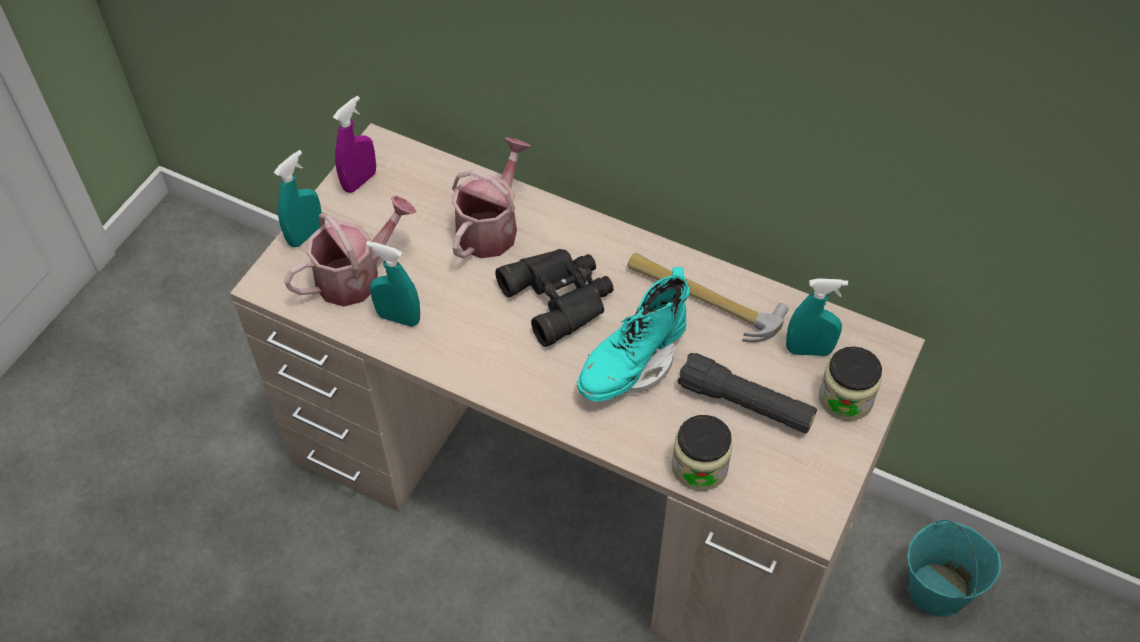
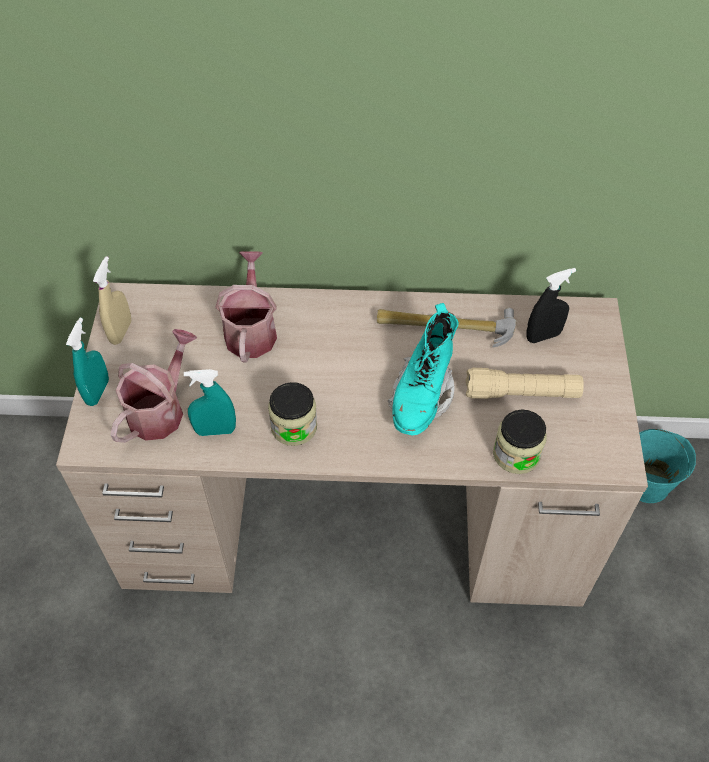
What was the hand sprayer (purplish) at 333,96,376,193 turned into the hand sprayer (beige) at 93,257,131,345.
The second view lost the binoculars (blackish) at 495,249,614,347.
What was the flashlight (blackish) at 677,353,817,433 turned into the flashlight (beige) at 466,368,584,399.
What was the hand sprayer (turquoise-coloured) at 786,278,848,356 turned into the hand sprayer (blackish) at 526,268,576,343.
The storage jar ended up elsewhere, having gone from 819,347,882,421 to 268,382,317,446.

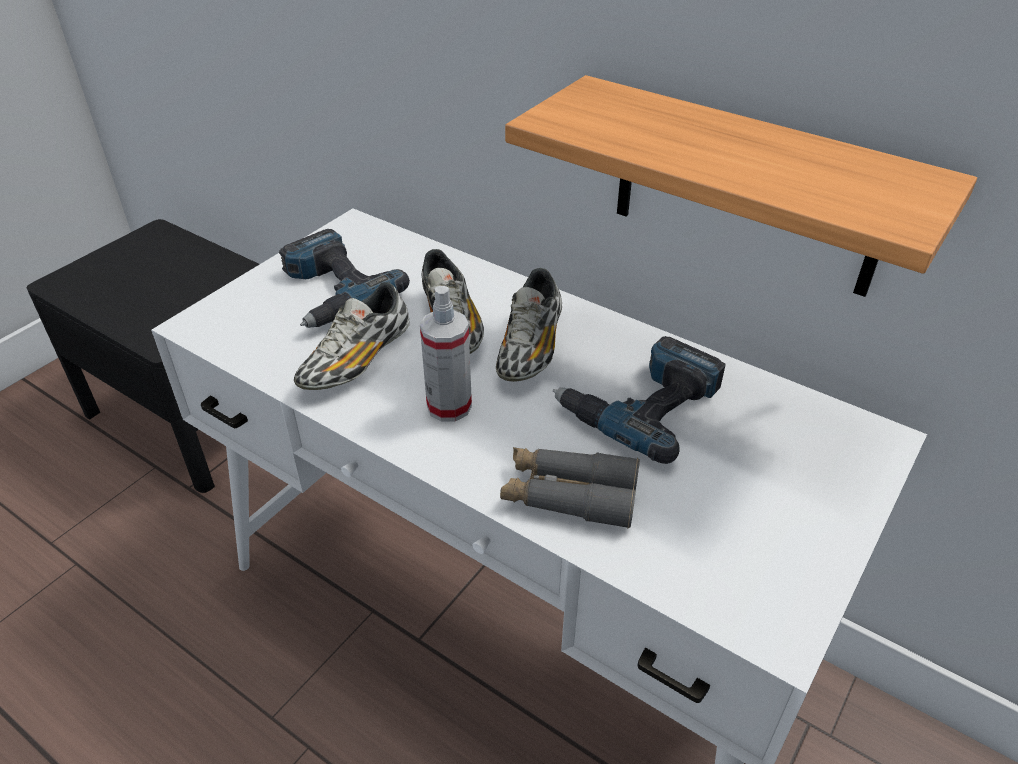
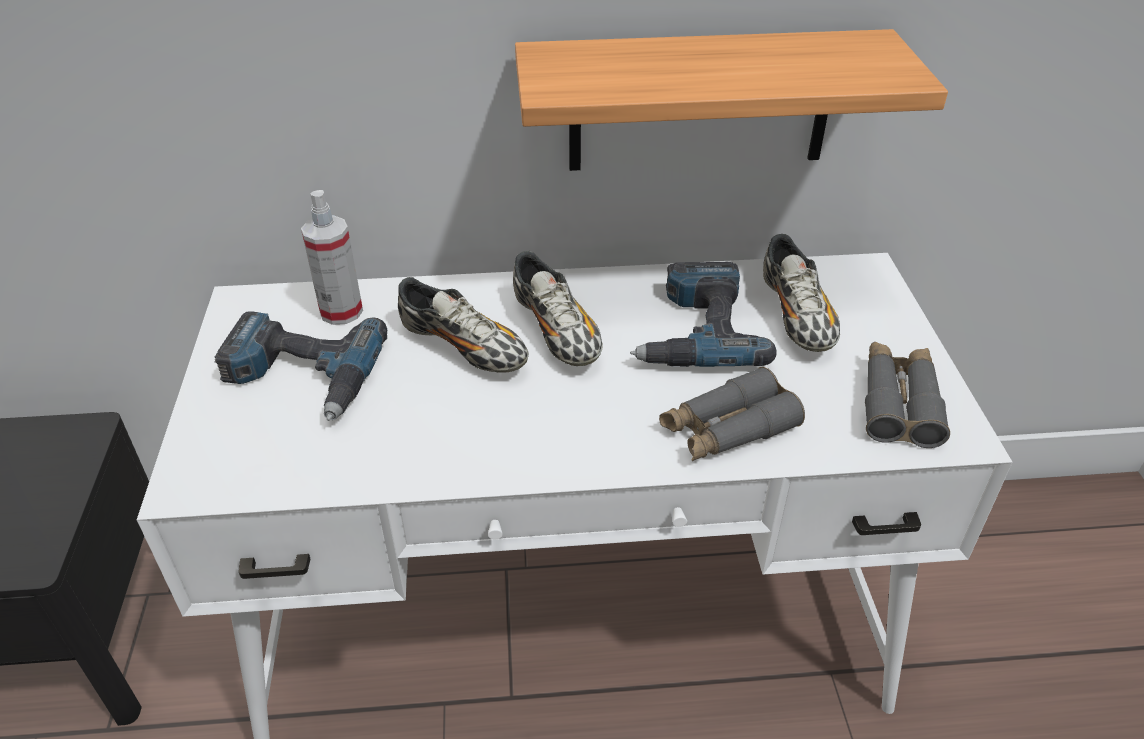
The shoe ended up elsewhere, having gone from 294,282,410,390 to 763,234,840,352.
The hand sprayer ended up elsewhere, having gone from 420,286,472,422 to 301,190,363,325.
The second view gained the binoculars (grey) at 865,342,950,448.

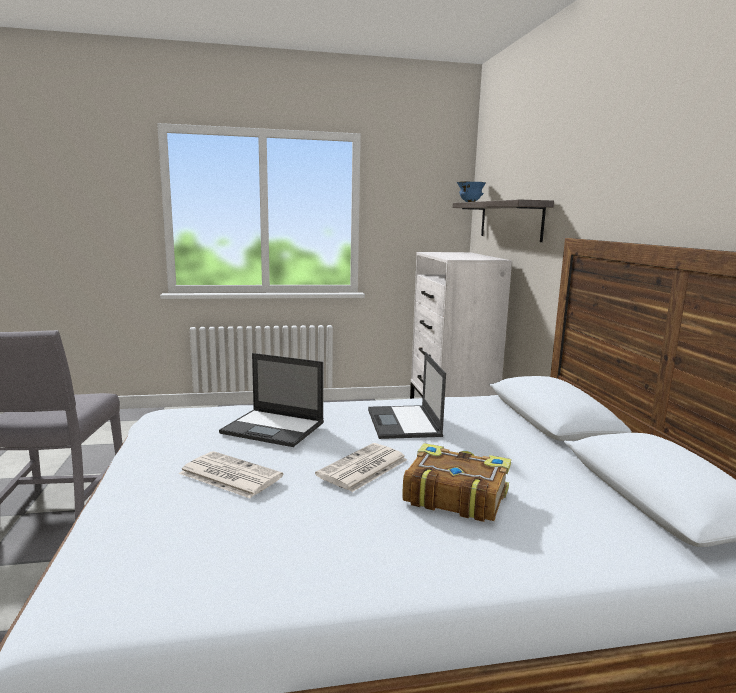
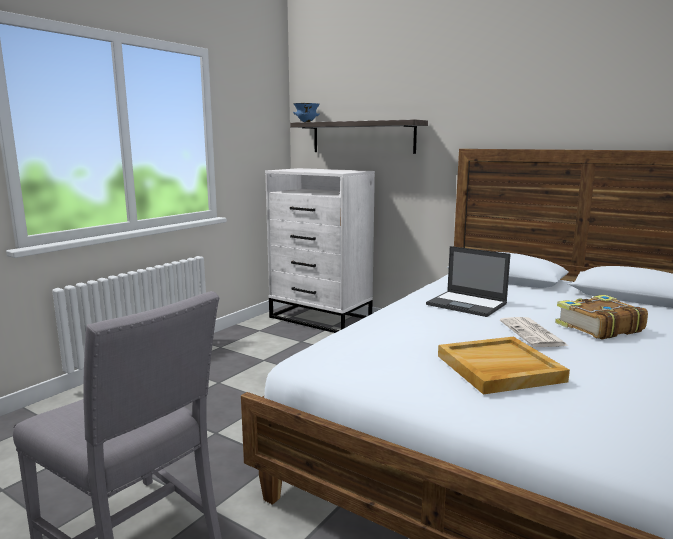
Where the newspaper stood at 179,451,283,498, the tray (beige) came to stand at 438,337,570,395.
The second view lost the notebook computer at 219,353,324,447.

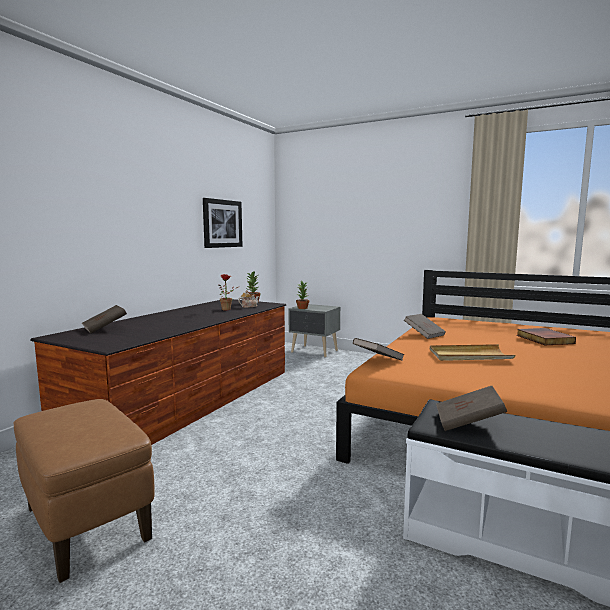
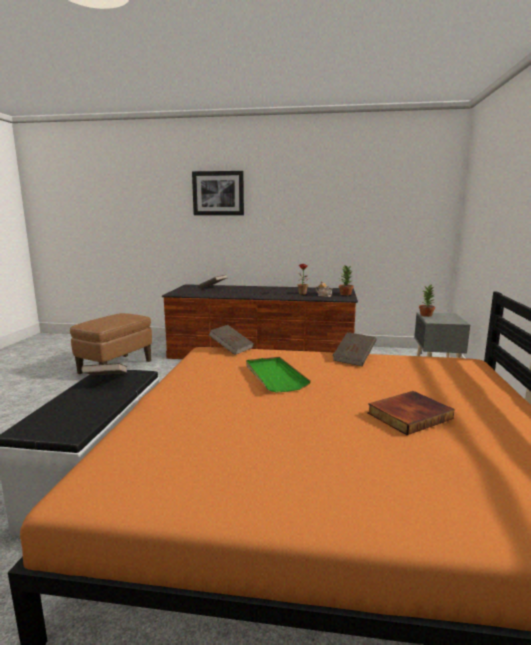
The wall art ended up elsewhere, having gone from 203,198,242,248 to 192,171,244,215.
What was the tray (beige) at 430,344,516,361 turned into the tray (green) at 246,357,311,393.

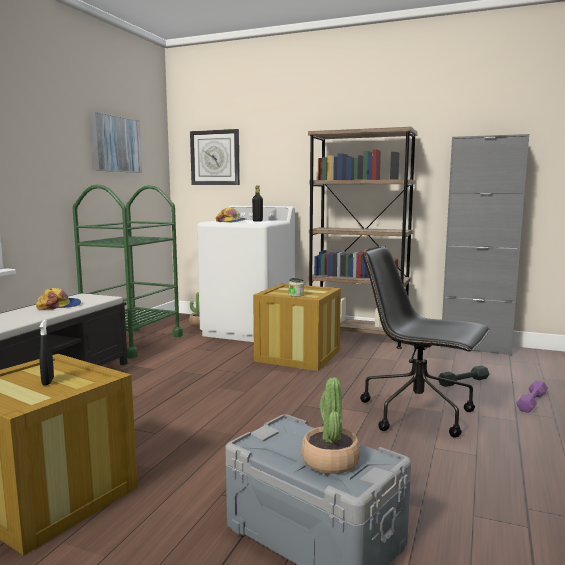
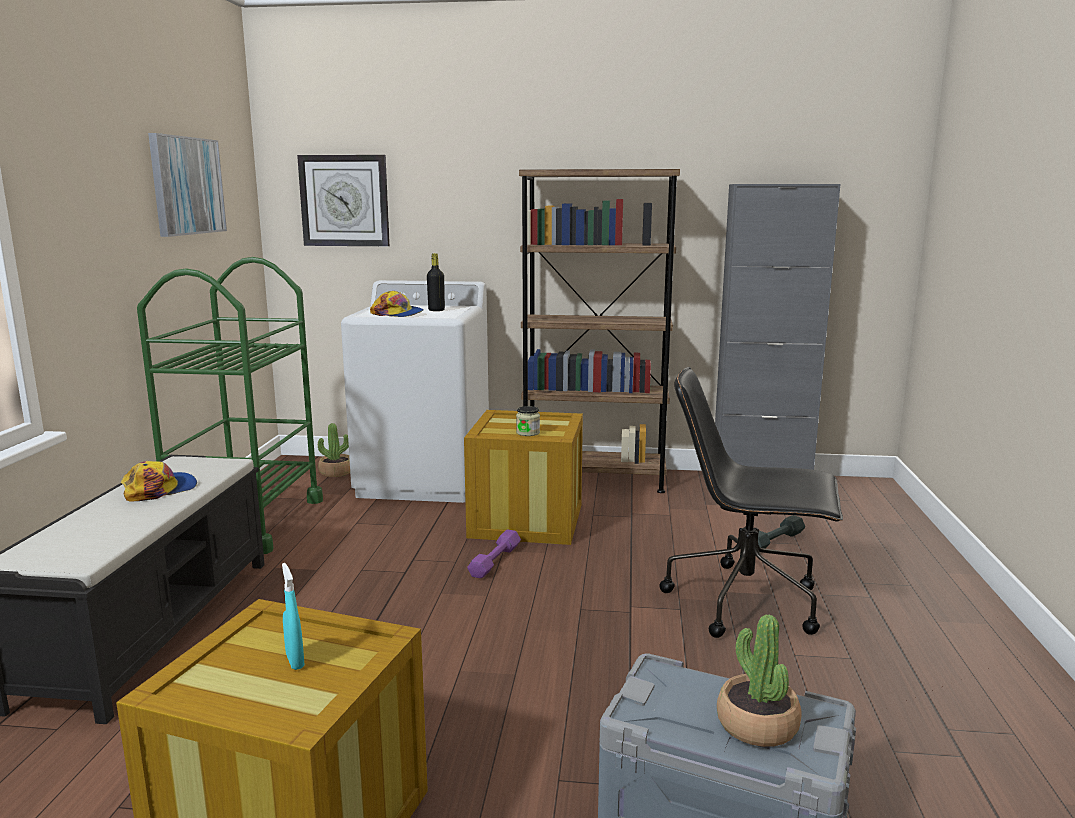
What was the hand sprayer (blackish) at 39,319,54,385 turned into the hand sprayer (turquoise-coloured) at 282,563,304,670.
The free weight (purplish) ended up elsewhere, having gone from 516,380,548,413 to 467,530,521,578.

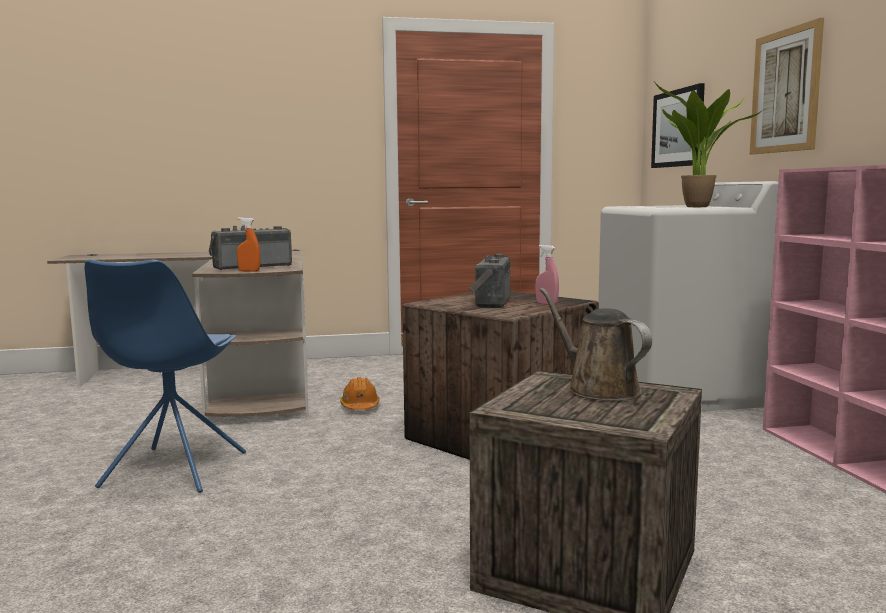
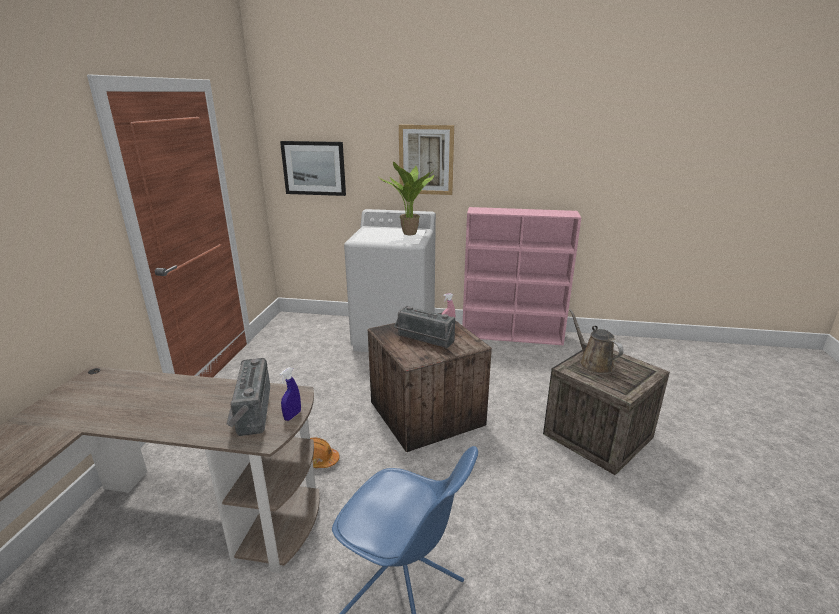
What was the hand sprayer (orangey) at 237,217,260,272 turned into the hand sprayer (blue-coloured) at 279,367,301,421.
The sprinkling can (brown) at 540,288,652,401 ended up facing another way, 75 degrees clockwise from before.

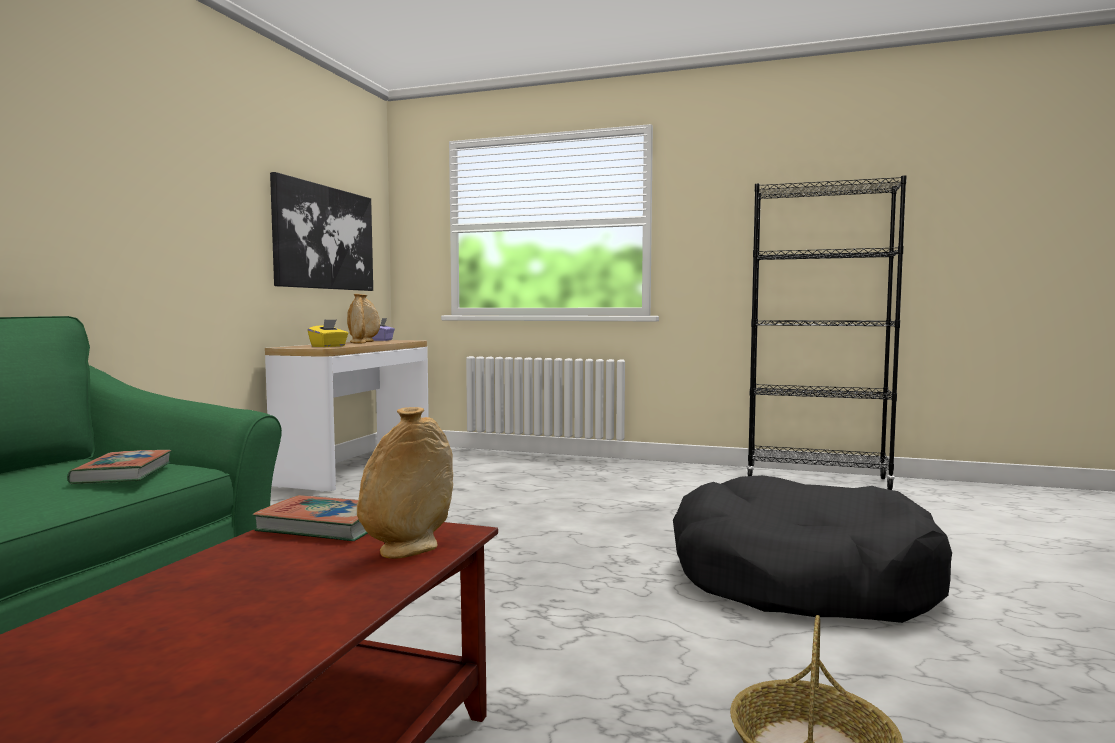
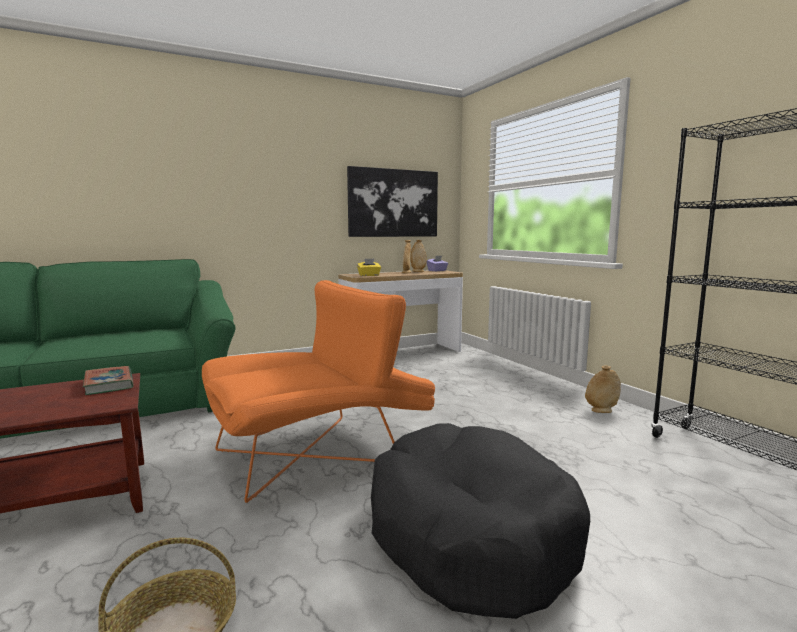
The second view lost the book at 67,450,172,484.
The vase (beige) ended up elsewhere, having gone from 357,407,453,559 to 585,366,621,413.
The second view gained the lounge chair (orangey) at 202,280,435,503.

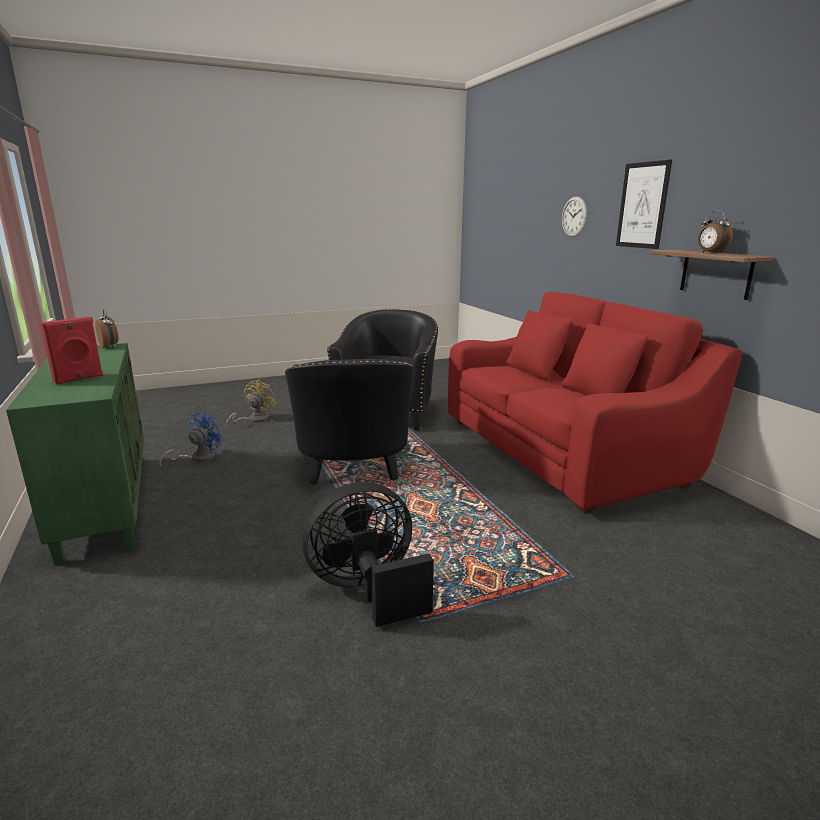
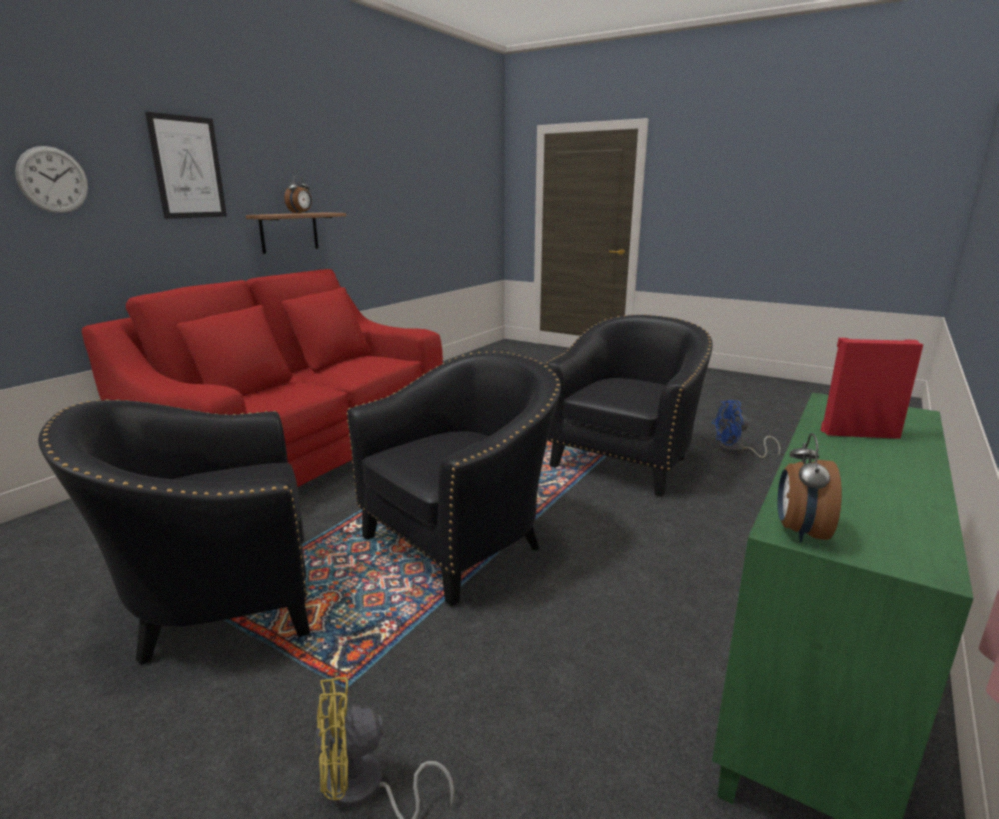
The electric fan (blue-coloured) ended up elsewhere, having gone from 159,411,224,466 to 711,400,781,458.
Where the electric fan (blackish) stood at 302,482,434,627, the lounge chair (blackish) came to stand at 545,314,713,497.

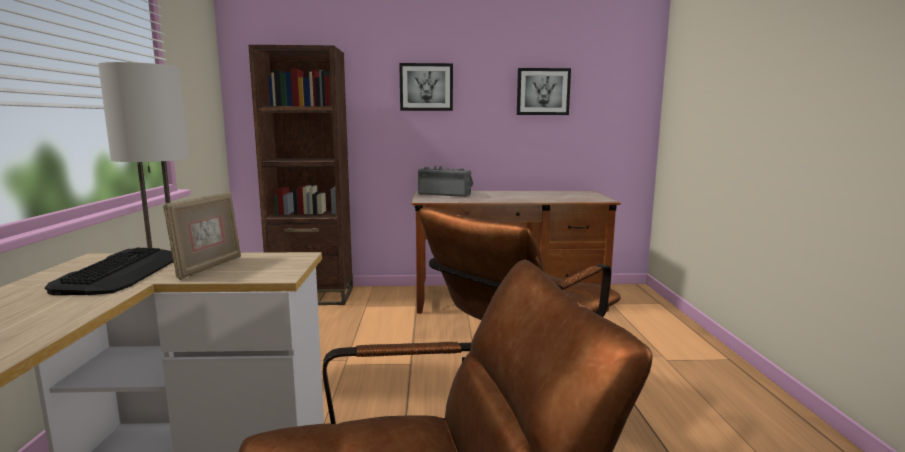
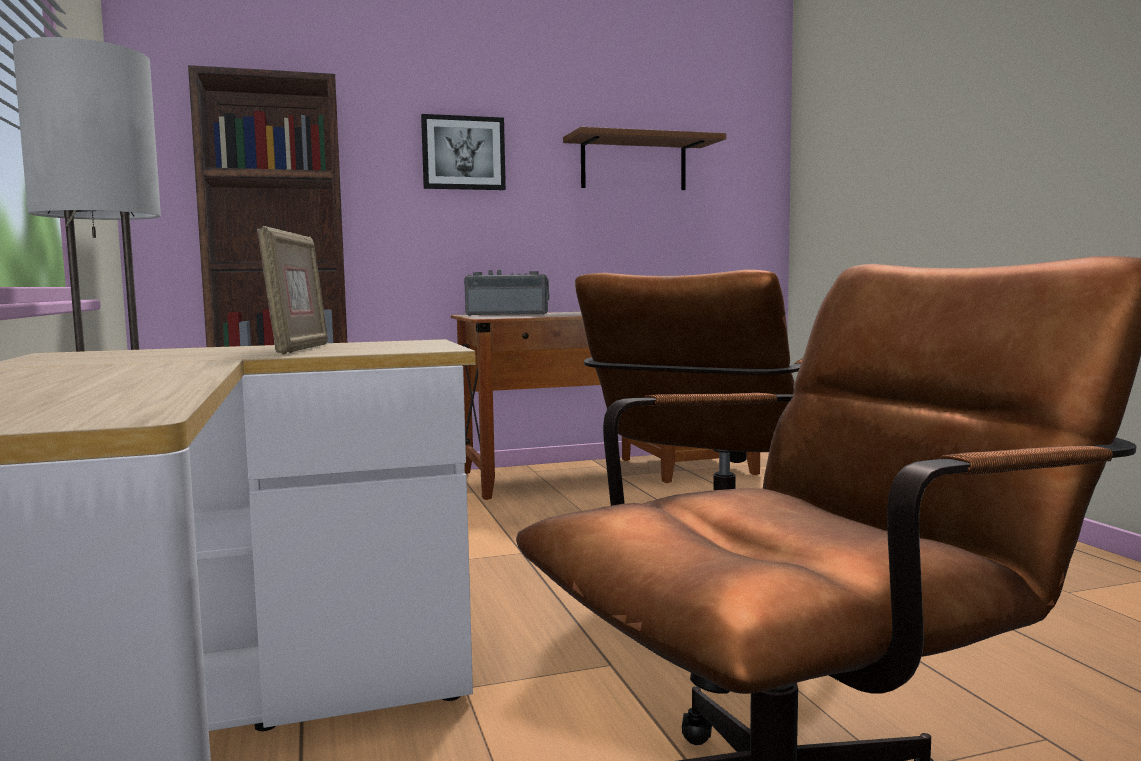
The second view lost the keyboard at 45,248,173,295.
Where the wall art hung at 517,68,571,115, the wall shelf (brown) came to hang at 563,127,726,190.

